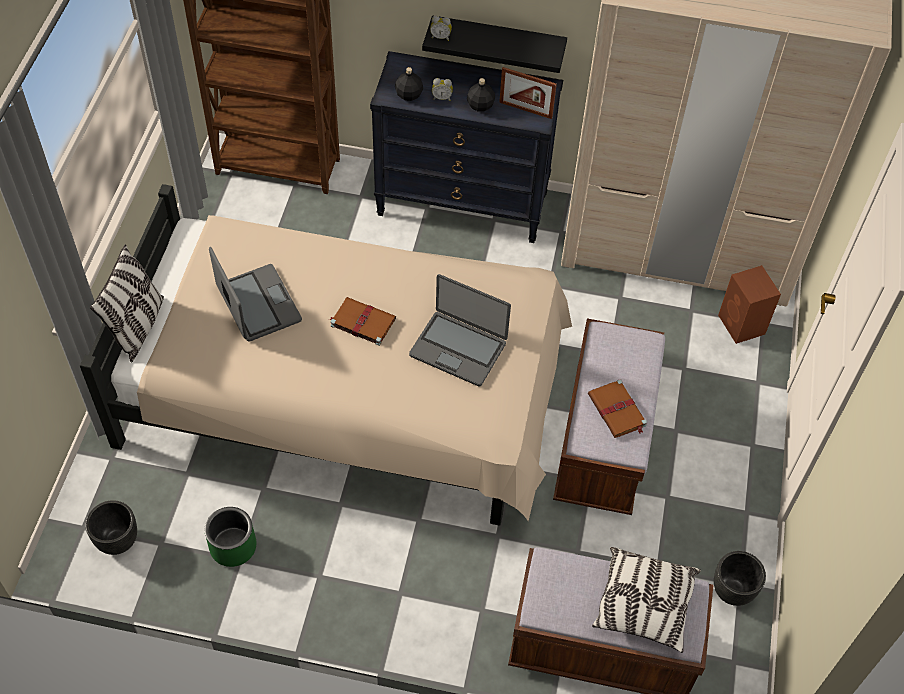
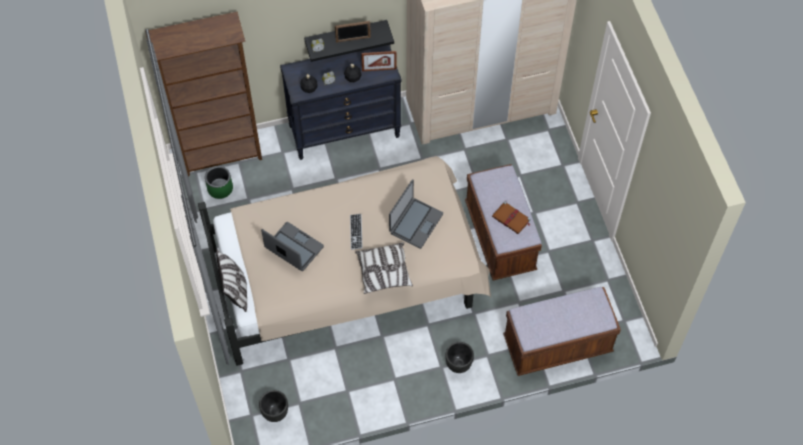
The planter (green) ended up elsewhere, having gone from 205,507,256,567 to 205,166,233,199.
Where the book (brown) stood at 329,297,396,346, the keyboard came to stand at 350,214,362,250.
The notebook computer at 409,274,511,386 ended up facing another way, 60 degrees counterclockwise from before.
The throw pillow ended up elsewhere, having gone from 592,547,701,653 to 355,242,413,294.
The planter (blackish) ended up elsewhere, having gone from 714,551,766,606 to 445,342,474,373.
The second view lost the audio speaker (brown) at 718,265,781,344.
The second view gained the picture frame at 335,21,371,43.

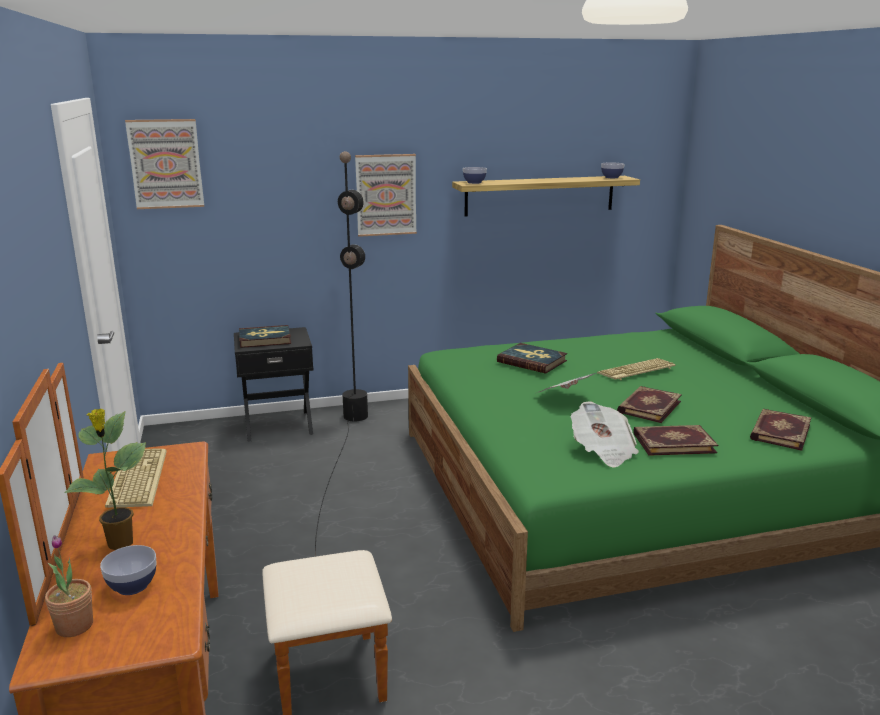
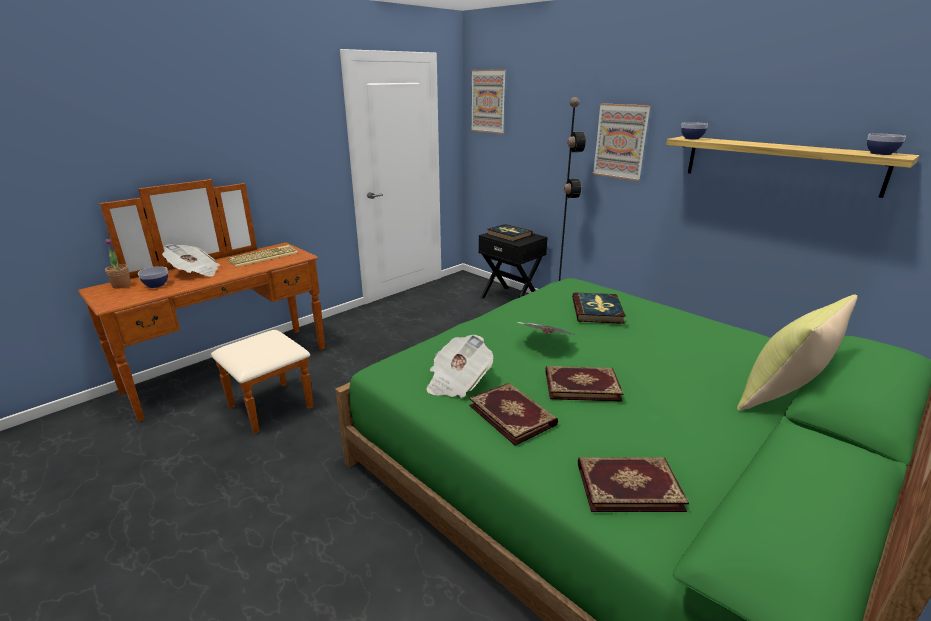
Where the houseplant stood at 64,409,146,550, the newspaper came to stand at 162,244,220,276.
The second view lost the keyboard at 597,358,675,380.
The second view gained the throw pillow (yellow-coloured) at 737,294,857,411.

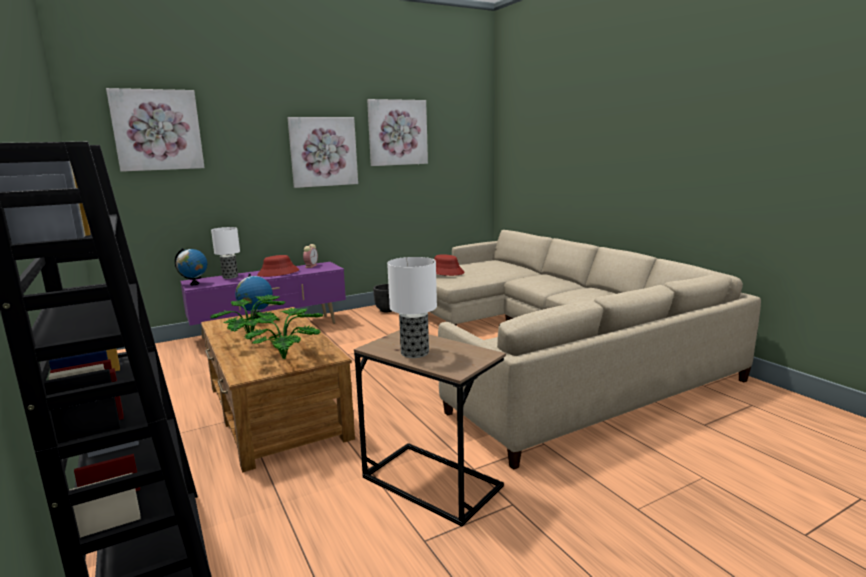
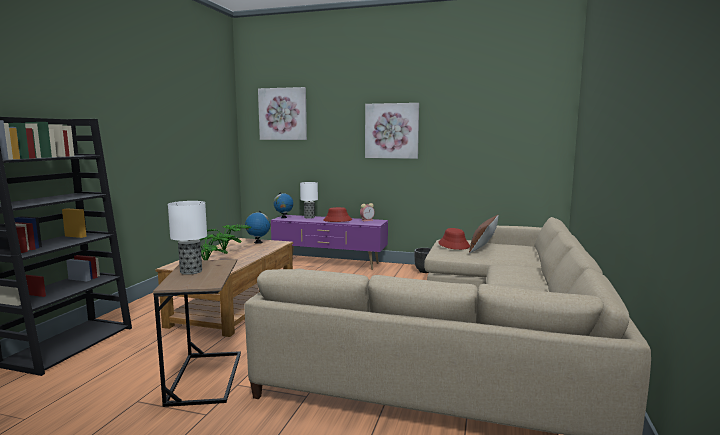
The second view lost the wall art at 367,99,428,166.
The second view gained the throw pillow (brown) at 469,215,499,254.

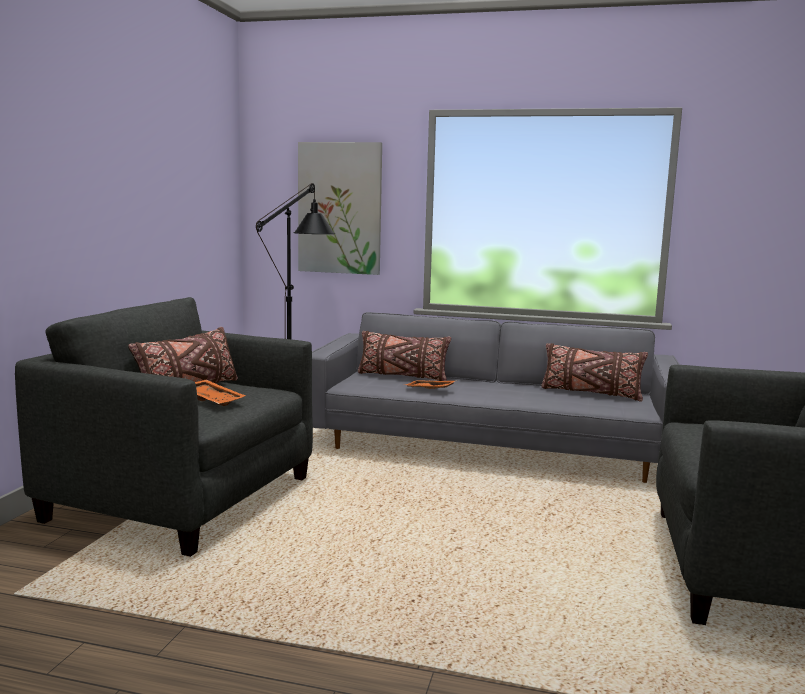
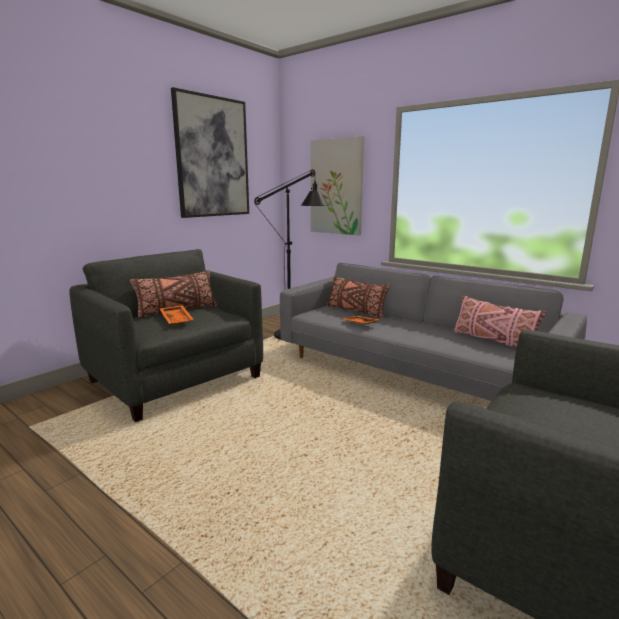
What was the throw pillow (brown) at 541,343,648,402 turned into the throw pillow (pink) at 453,296,546,347.
The second view gained the wall art at 171,87,249,218.

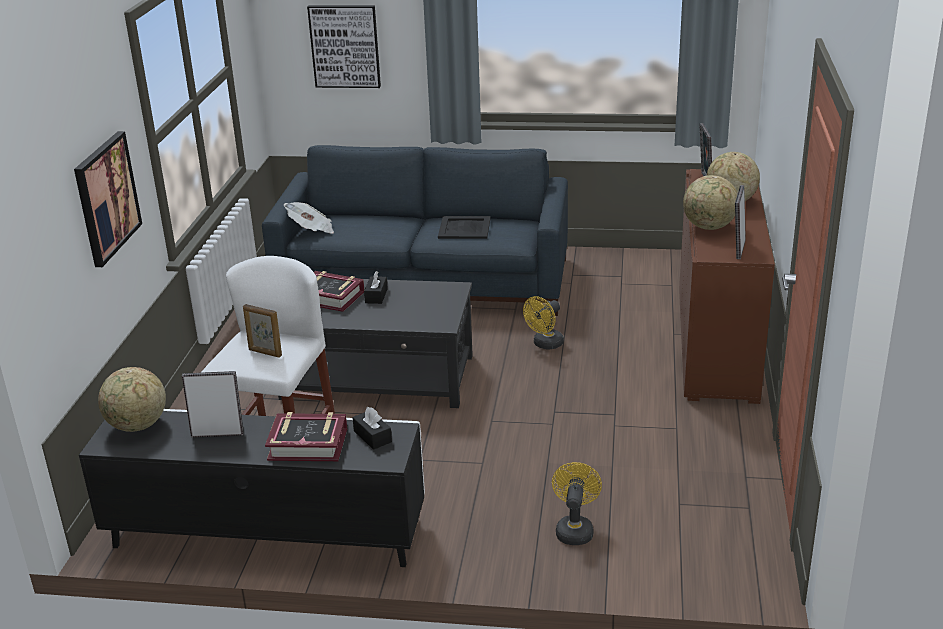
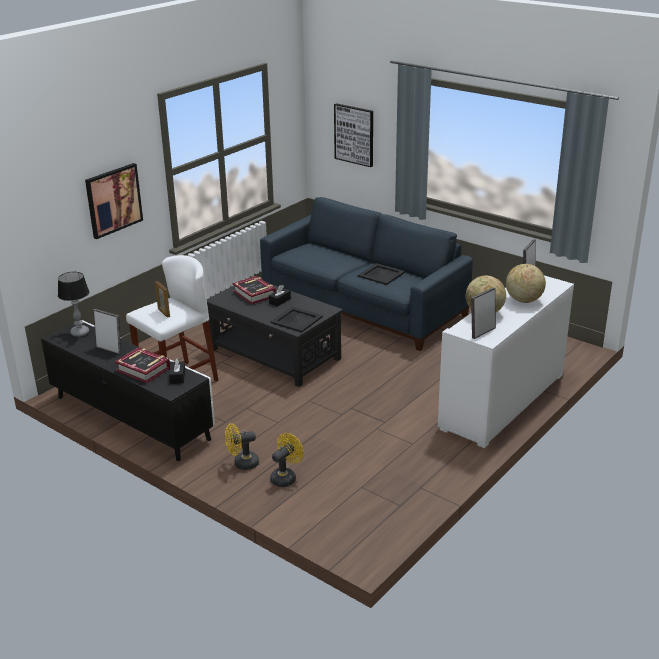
Where the globe stood at 98,367,166,432, the tabletop lamp came to stand at 58,272,89,337.
The second view lost the newspaper at 284,202,334,234.
The electric fan (yellow-coloured) ended up elsewhere, having gone from 523,296,564,349 to 225,423,259,470.
What was the cupboard (brown) at 679,169,775,404 turned into the cupboard (white) at 438,275,574,448.
The second view gained the tray (blackish) at 271,307,323,332.

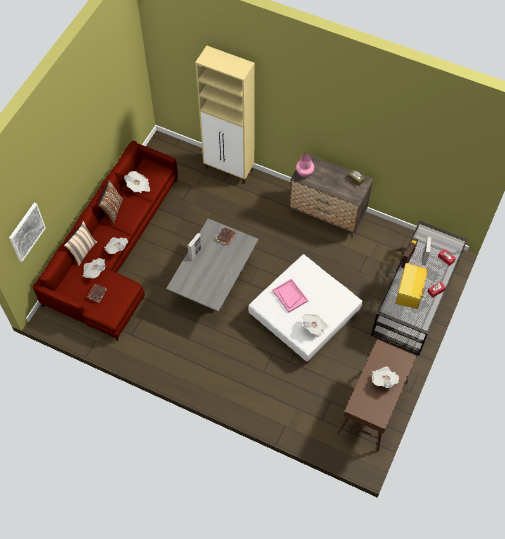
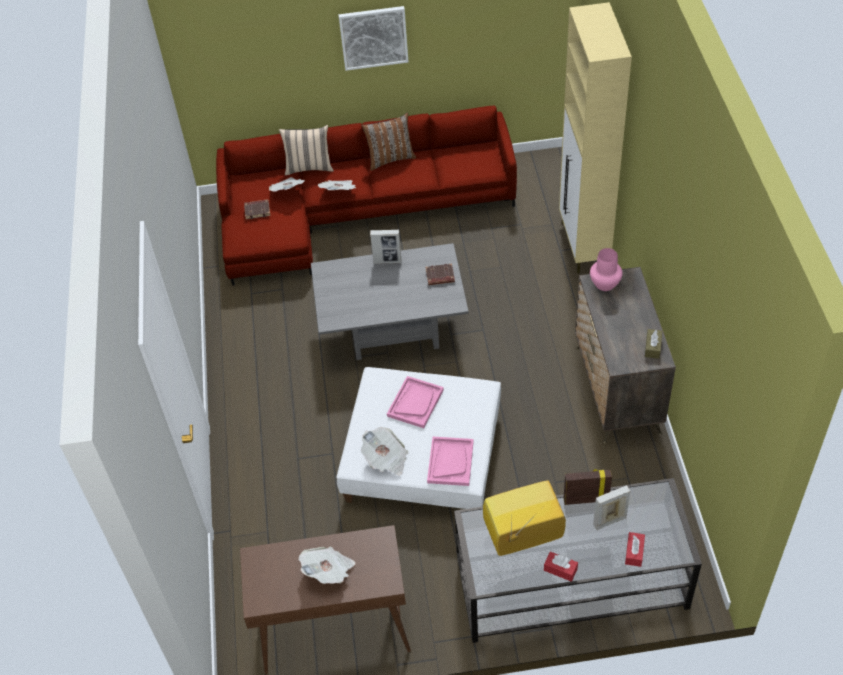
The wall art ended up elsewhere, having gone from 9,203,46,262 to 339,6,409,71.
The second view lost the newspaper at 124,171,150,193.
The second view gained the tray (pink) at 427,437,474,486.

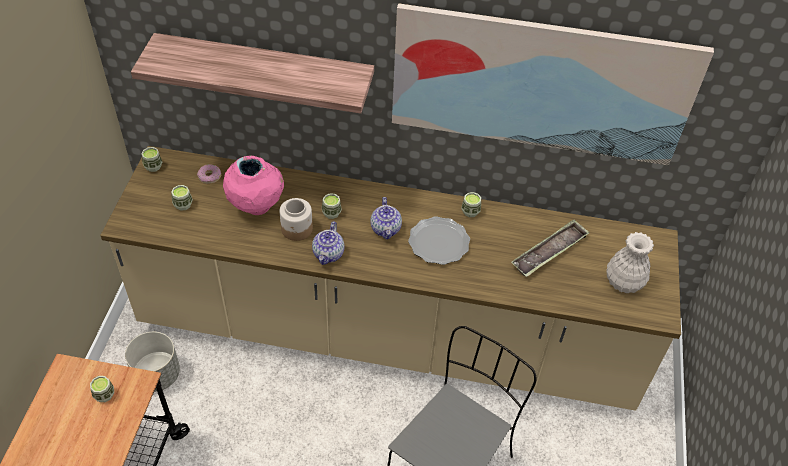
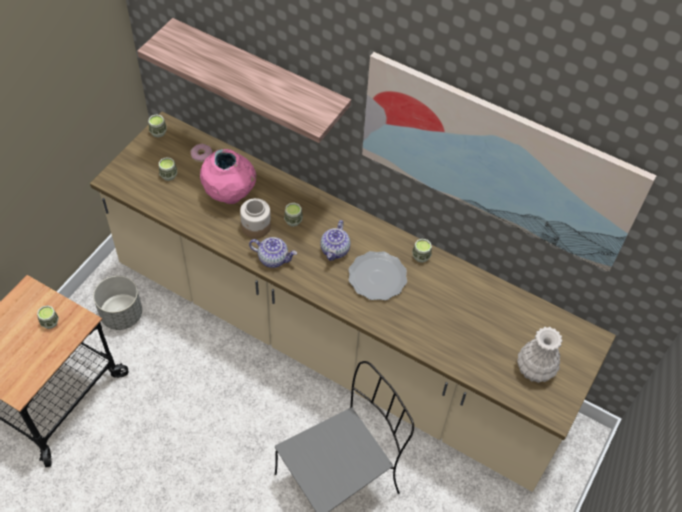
The pot for tea at 312,221,344,265 ended up facing another way, 105 degrees counterclockwise from before.
The second view lost the tray at 511,219,590,277.

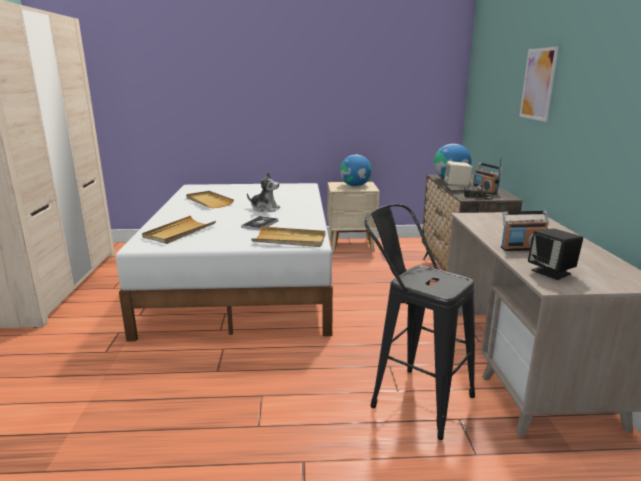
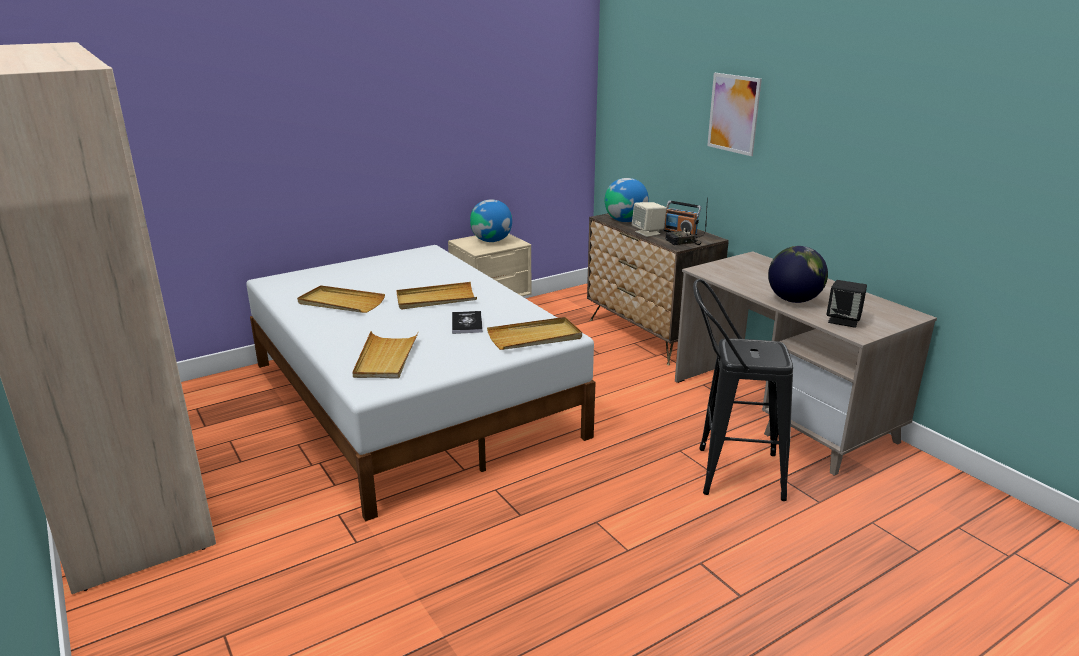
Where the plush toy stood at 247,173,280,212, the tray (beige) came to stand at 397,282,477,309.
Where the radio set stood at 501,211,549,251, the globe came to stand at 768,246,828,303.

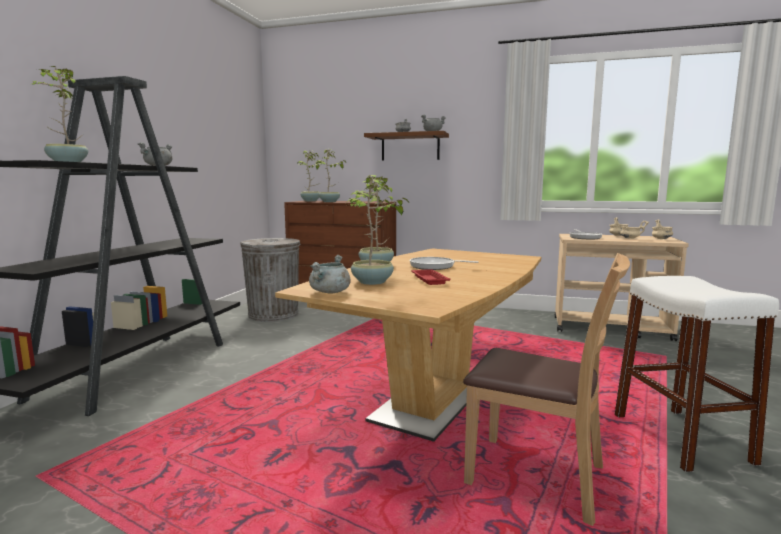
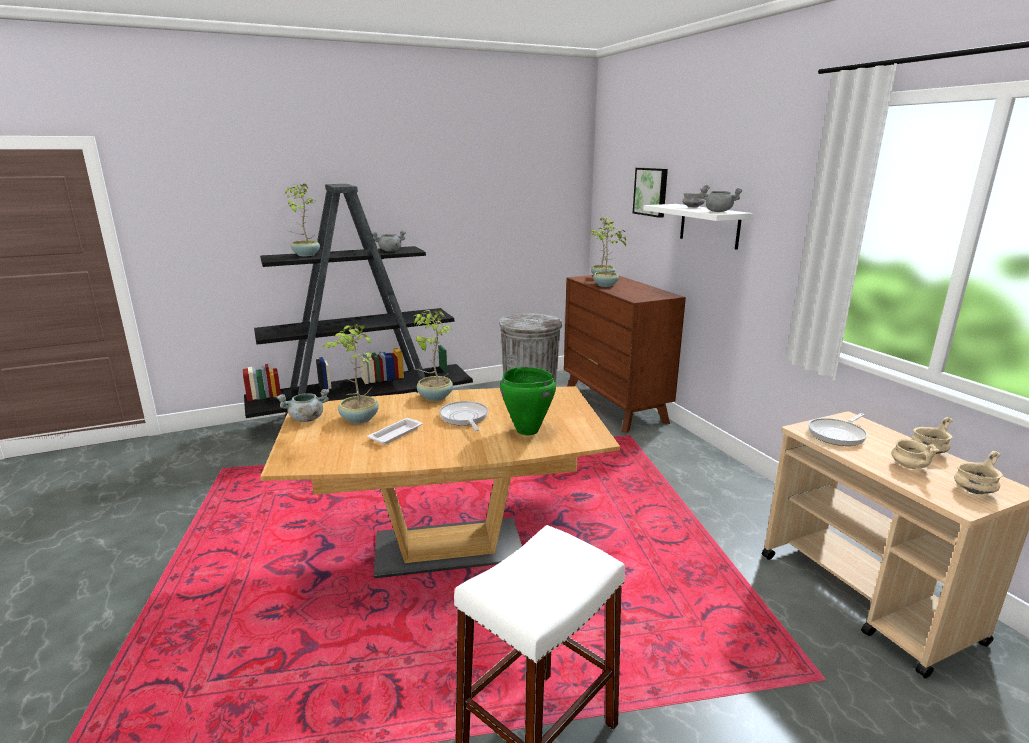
What was the wall shelf (brown) at 364,131,449,160 turned into the wall shelf (white) at 643,204,753,250.
What was the tray (red-coloured) at 411,269,450,285 turned into the tray (white) at 367,418,422,445.
The second view lost the plain chair (brown) at 463,253,630,526.
The second view gained the cooking pot (green) at 500,367,556,435.
The second view gained the wall art at 633,168,668,218.

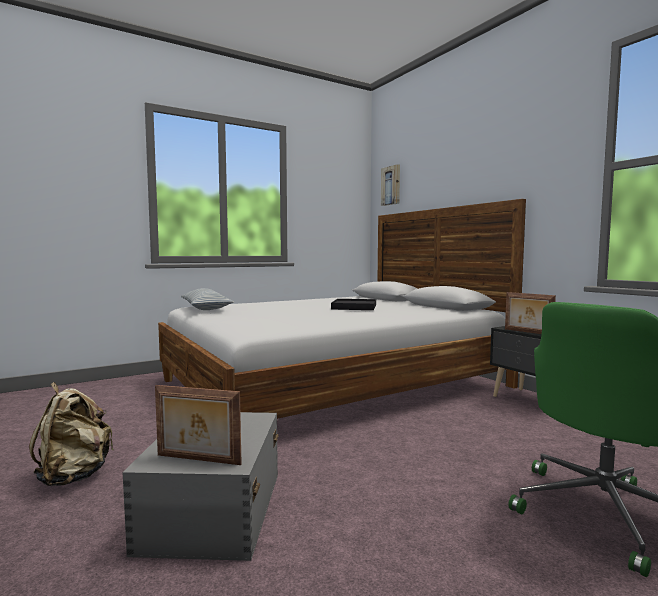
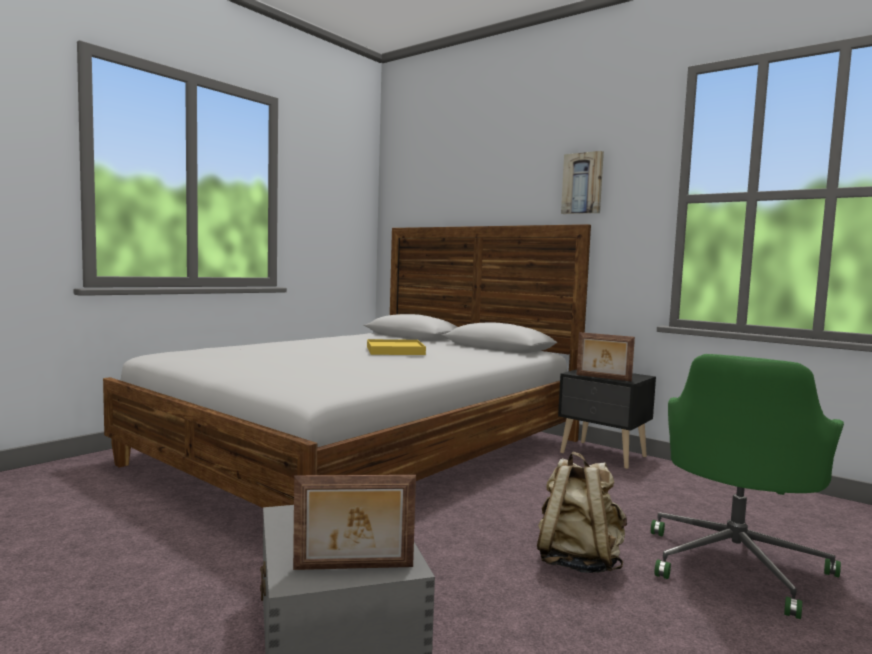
The rucksack (beige) ended up elsewhere, having gone from 29,382,114,486 to 537,452,627,573.
The second view lost the throw pillow at 181,288,234,310.
What was the tray (blackish) at 331,299,376,310 turned into the tray (yellow-coloured) at 367,339,426,355.
The wall art ended up elsewhere, having gone from 381,164,400,206 to 561,151,604,214.

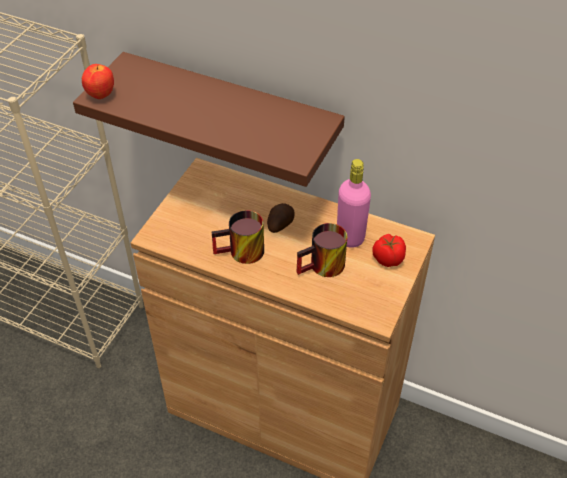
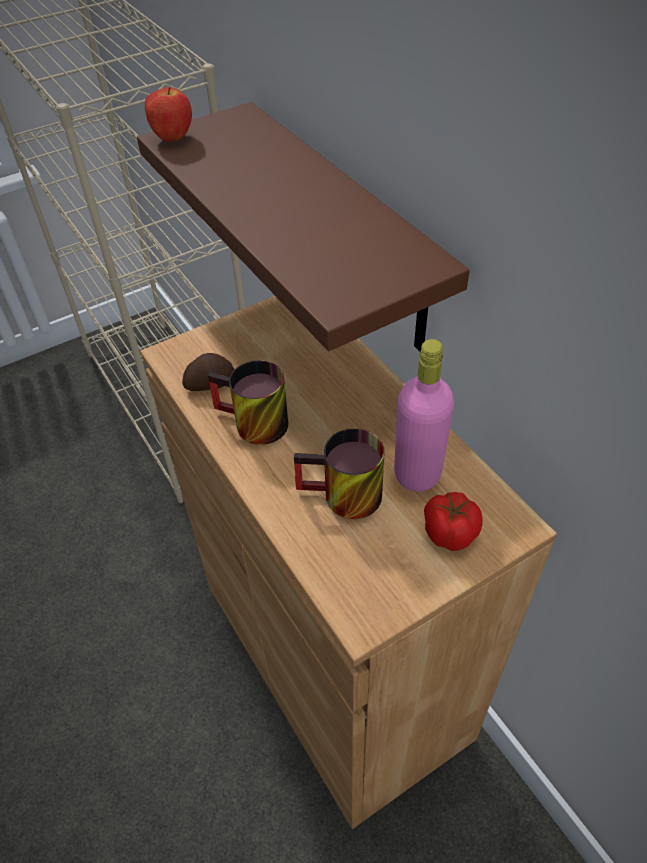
The spud ended up elsewhere, having gone from 267,203,295,233 to 182,353,234,391.

